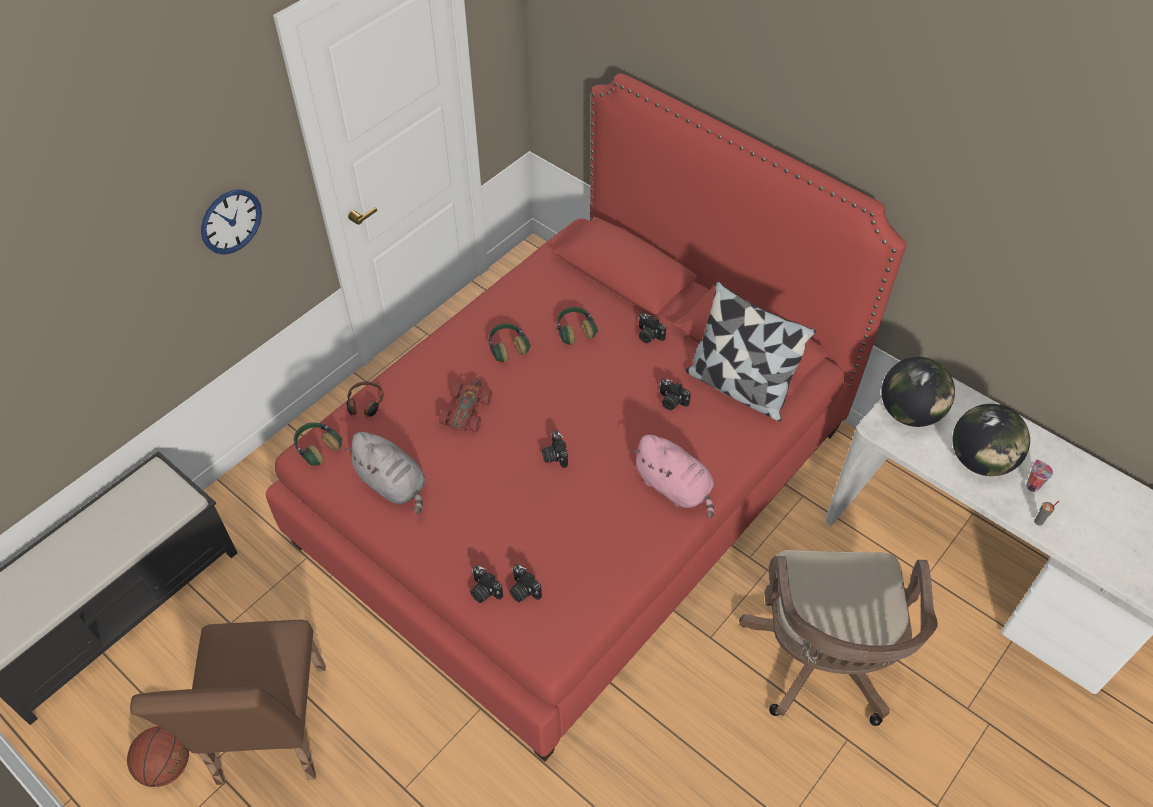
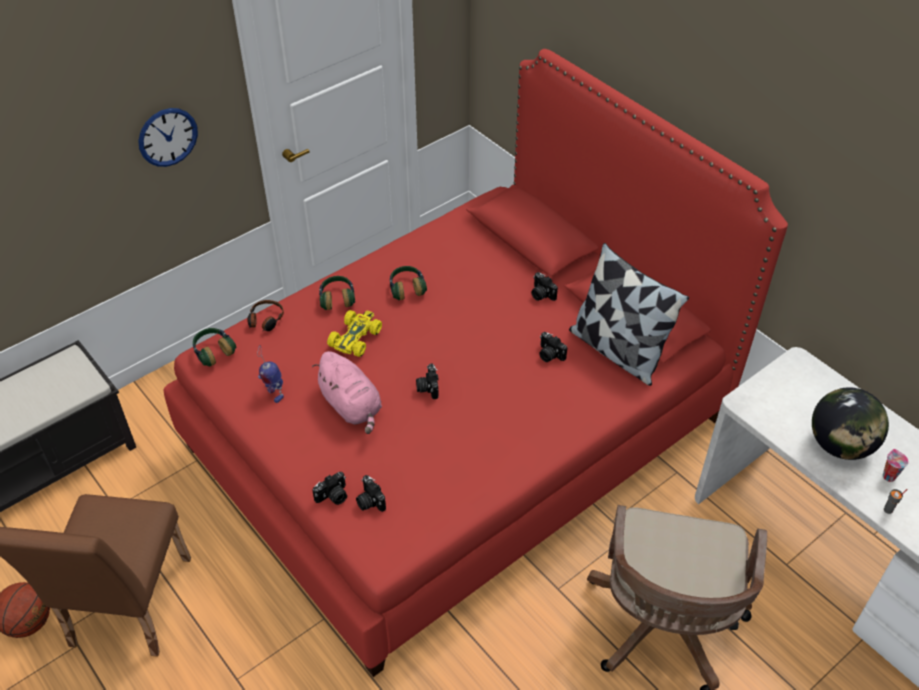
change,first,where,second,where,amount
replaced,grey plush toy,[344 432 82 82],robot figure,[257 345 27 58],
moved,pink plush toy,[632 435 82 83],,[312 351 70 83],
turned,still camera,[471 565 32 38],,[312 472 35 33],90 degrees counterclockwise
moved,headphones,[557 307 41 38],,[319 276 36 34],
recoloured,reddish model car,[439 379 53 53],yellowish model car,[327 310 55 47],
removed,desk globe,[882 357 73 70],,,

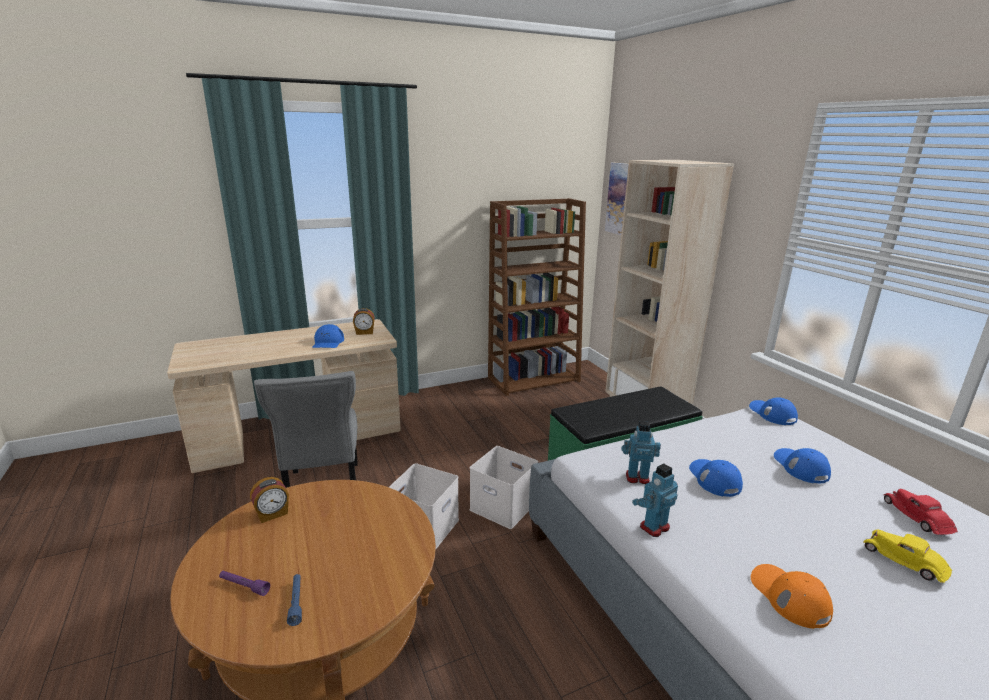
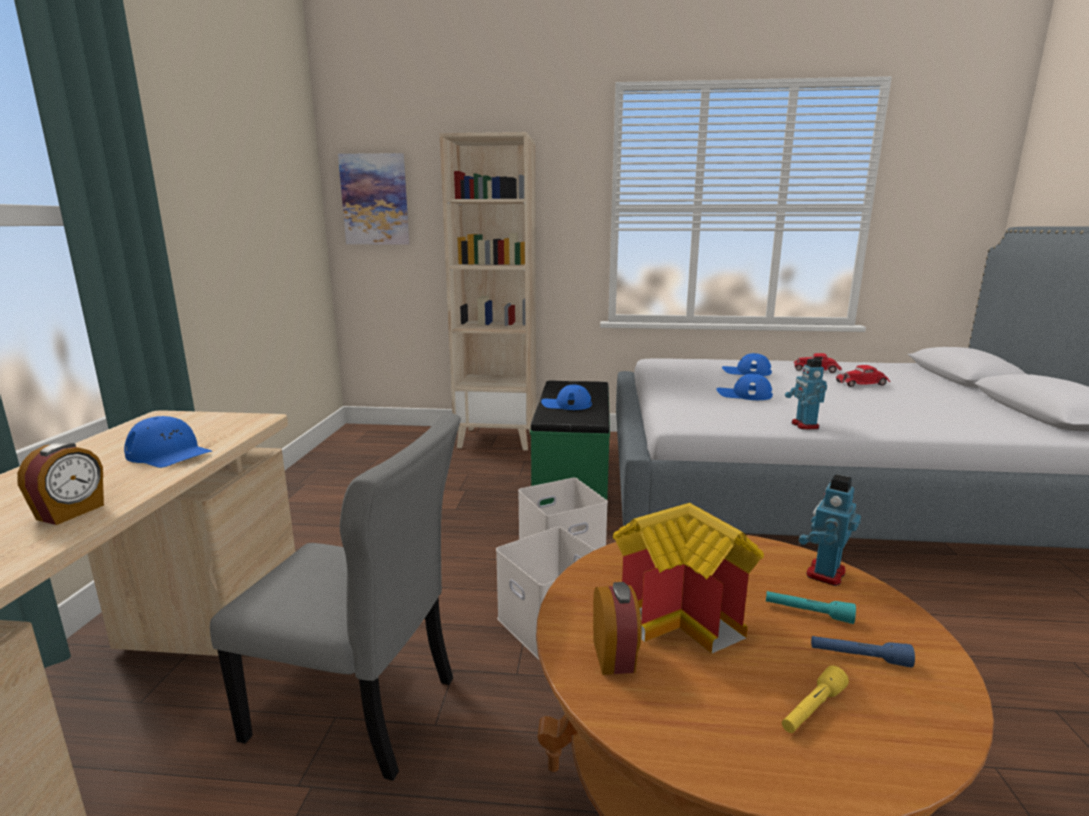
change,first,where,second,where,amount
moved,alarm clock,[353 308 22 27],,[17 442 87 83],
moved,blue-coloured cap,[749 397 49 28],,[541 385 51 25],
added,,,model house,[613 503 151 151],
added,,,turquoise torch,[766 591 90 33],
recoloured,purplish torch,[219 571 51 25],yellowish torch,[782 665 67 68],
moved,robot figure,[622 421 39 63],,[798 474 63 112],
recoloured,yellowish model car,[863 529 89 54],reddish model car,[836 365 54 22],
removed,brownish bookshelf,[488 198 98 198],,,
removed,orange cap,[751 564 82 65],,,

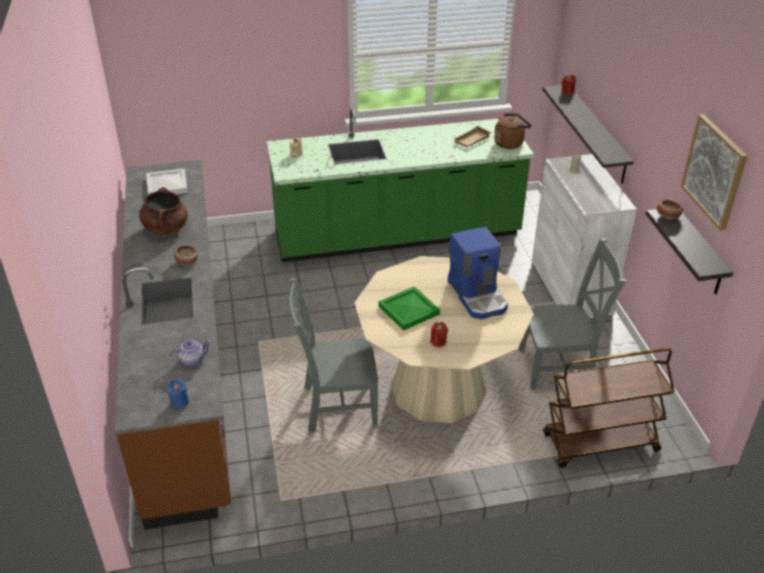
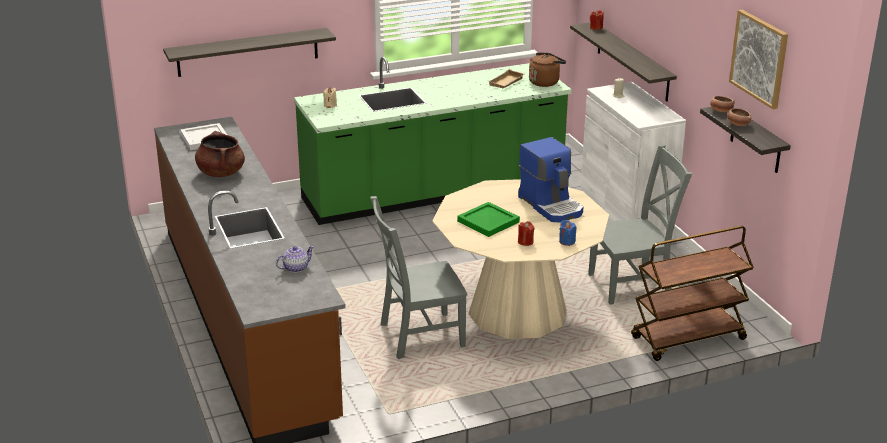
change,first,where,second,where,amount
added,,,bracket shelf,[163 28 173 49],
moved,blue-coloured wax light,[167 379 22 30],,[559 220 17 26],
moved,serving bowl,[174 245 24 20],,[727 108 24 18],

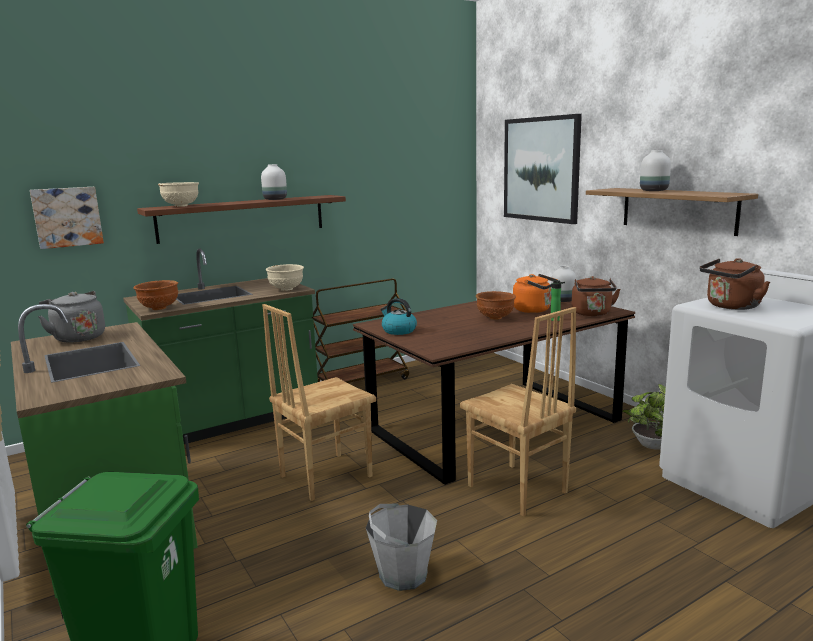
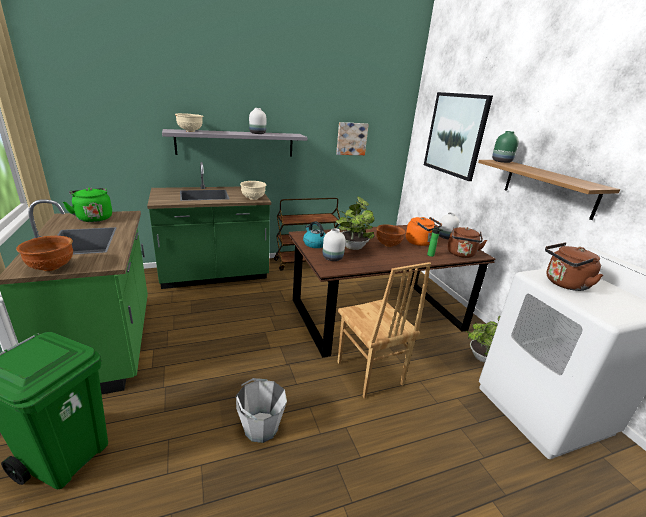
change,first,where,second,where,amount
moved,brownish serving bowl,[133 280 45 30],,[16 236 57 35],
recoloured,grey kettle,[38 291 67 52],green-coloured kettle,[63 188 49 34],
recoloured,brownish bracket shelf,[137 195 209 49],grey bracket shelf,[162 129 145 27],
moved,white flower vase,[640 150 31 41],,[323 228 22 33],
moved,wall picture,[30 187 74 62],,[336 122 33 33],
added,,,plant in a pot,[336 197 39 53],
added,,,green-coloured flower vase,[492 131 27 32],
removed,brownish upright chair,[262 304 114 197],,,

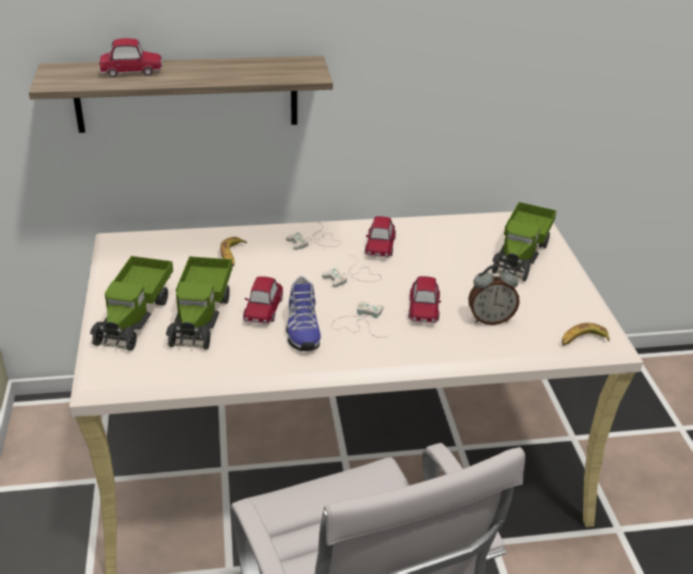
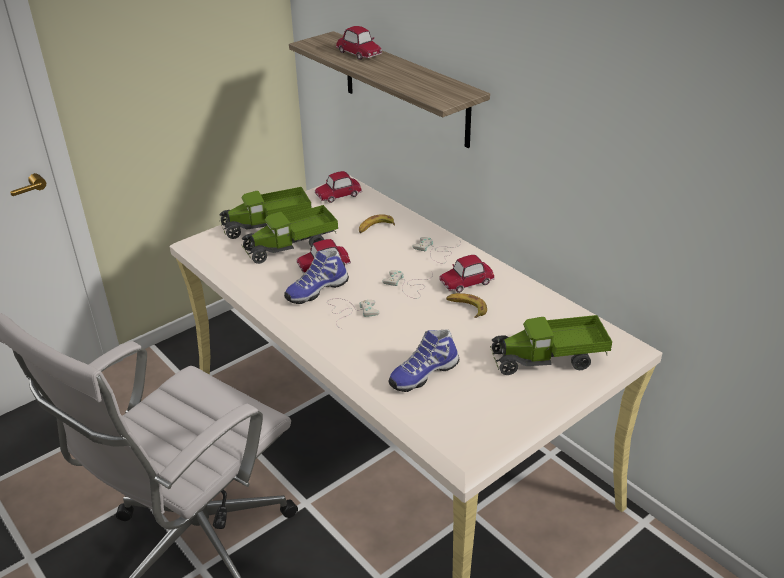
change,first,where,second,where,amount
moved,model car,[408 276 33 48],,[315 171 47 32],
replaced,alarm clock,[468 264 51 61],low shoe,[389 329 70 63],
moved,banana,[562 323 48 23],,[446 293 41 25],

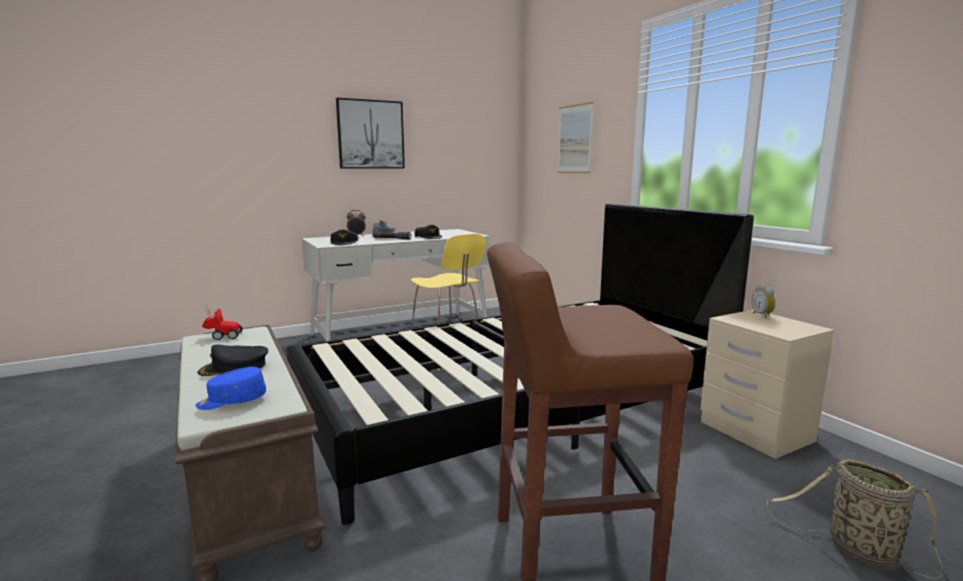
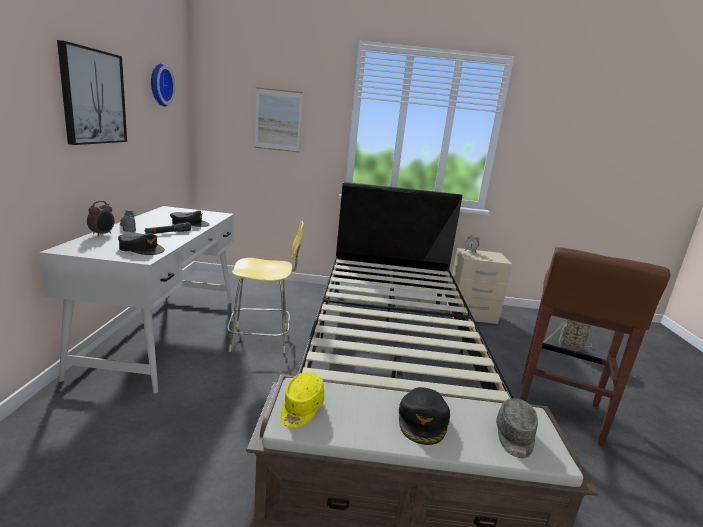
change,first,where,second,where,amount
added,,,clock on the wall,[151 63 24 44],
replaced,model car,[202 307 40 33],yellowish cap,[281 372 43 56],
recoloured,blue-coloured cap,[195 367 71 43],grey cap,[496 398 42 60],

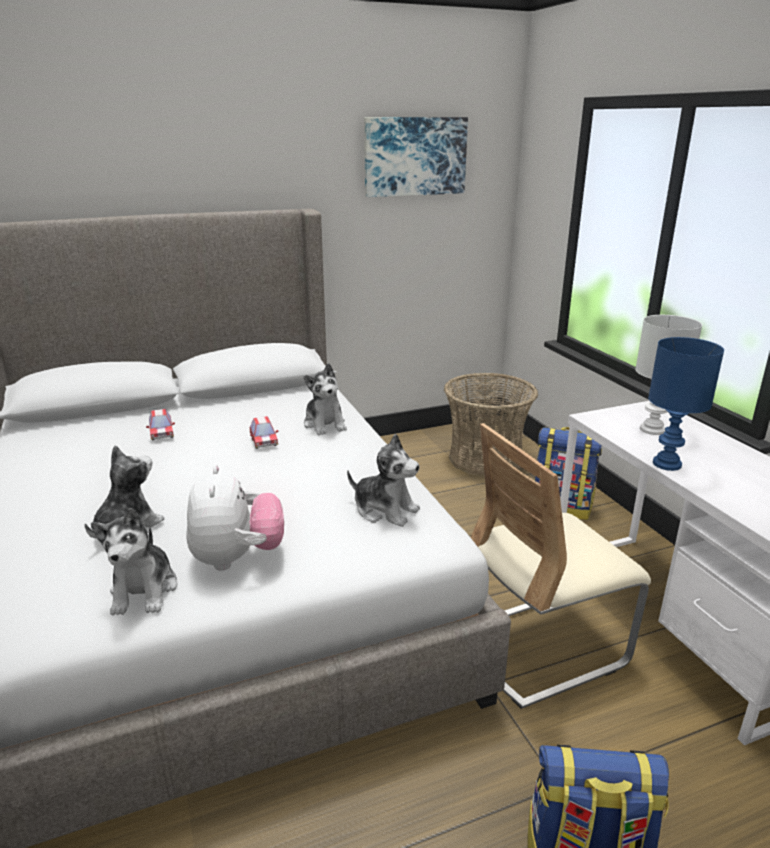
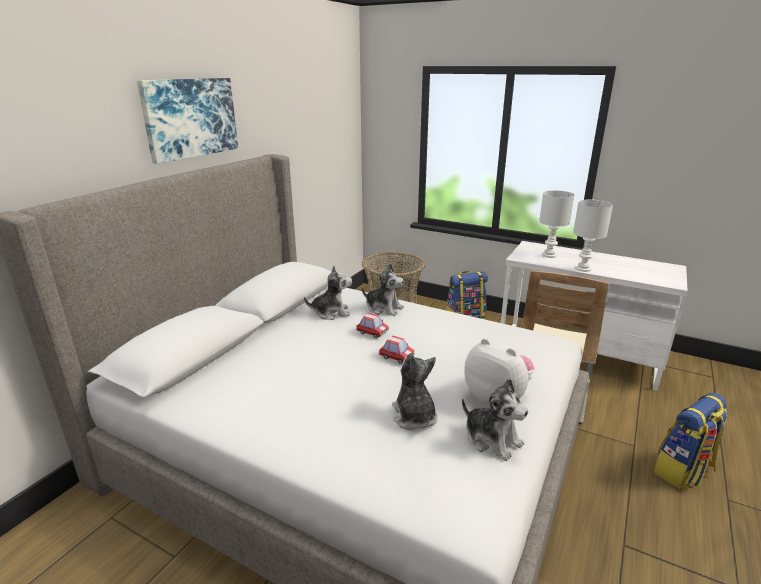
change,first,where,second,where,amount
moved,wall picture,[364 117 104 80],,[137 78 101 86],
moved,plush toy,[347 434 73 93],,[304 266 48 54],
moved,model car,[146 409 29 31],,[379 335 35 29],
recoloured,blue-coloured lamp for a table,[648 337 76 134],white lamp for a table,[573 199 40 73],

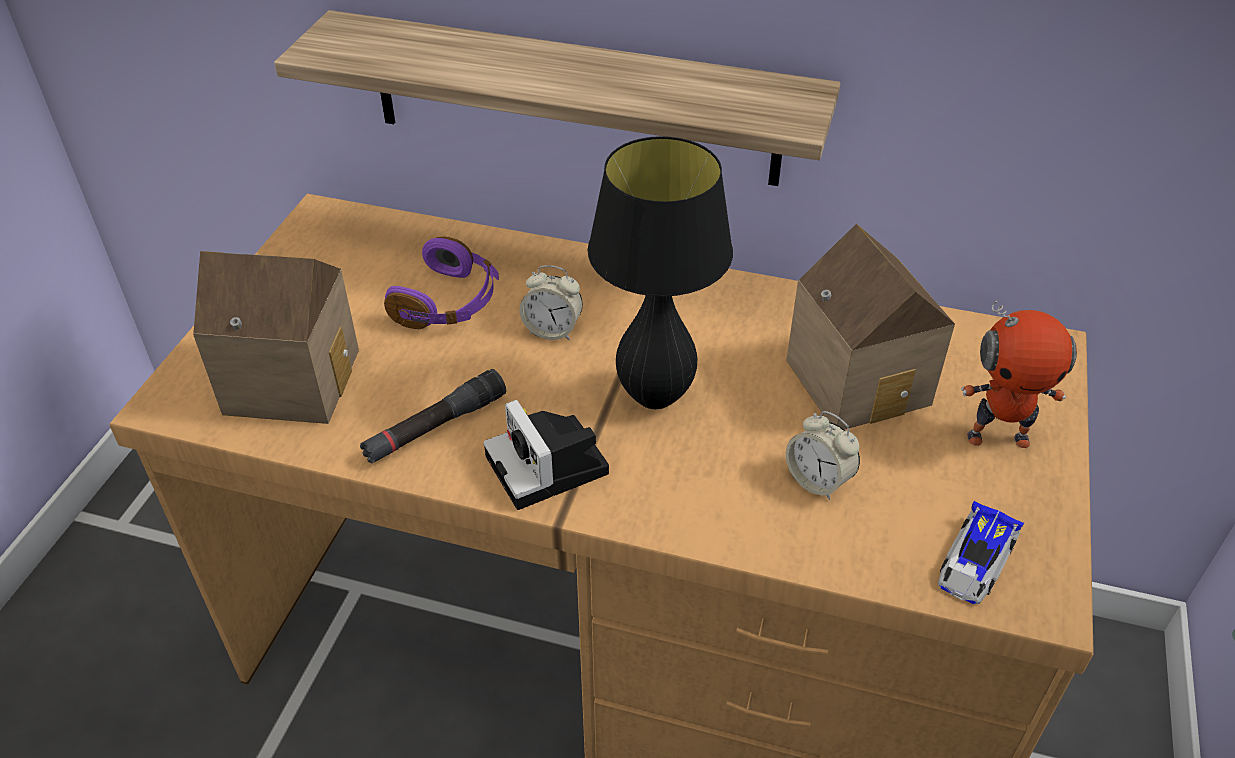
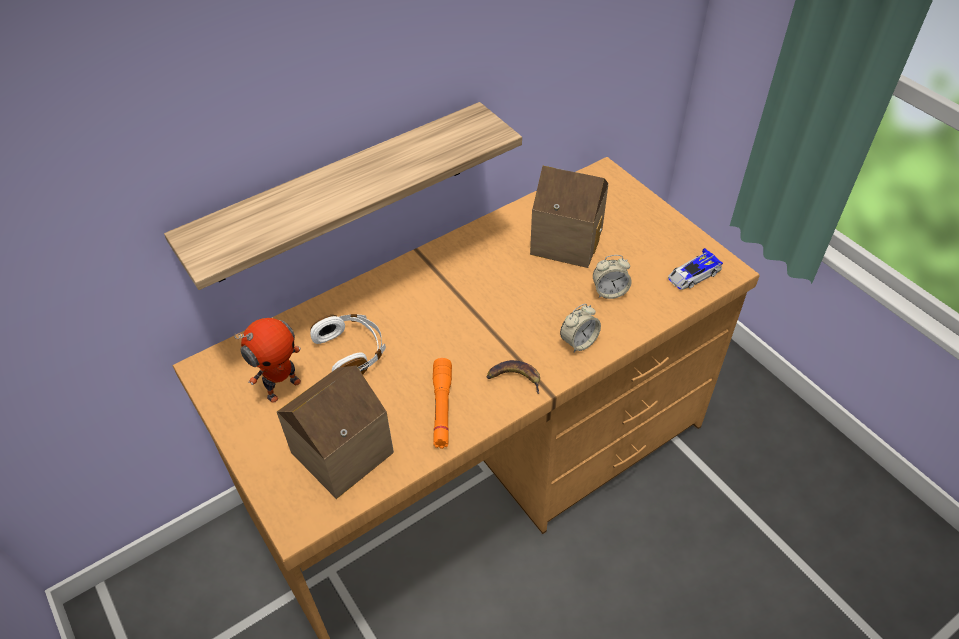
change,first,where,second,where,amount
moved,robot figure,[961 301 116 147],,[234 318 67 85],
recoloured,purplish headphones,[384 236 115 93],white headphones,[310 314 76 61],
recoloured,blackish torch,[360 369 146 95],orange torch,[433 358 19 91],
replaced,still camera,[484 400 125 110],banana,[487 360 53 34],
moved,alarm clock,[519 265 64 75],,[560 304 41 48],
turned,model car,[938 501 86 103],,[668 248 55 42],75 degrees clockwise
removed,blackish lamp for a table,[588 136 145 273],,,

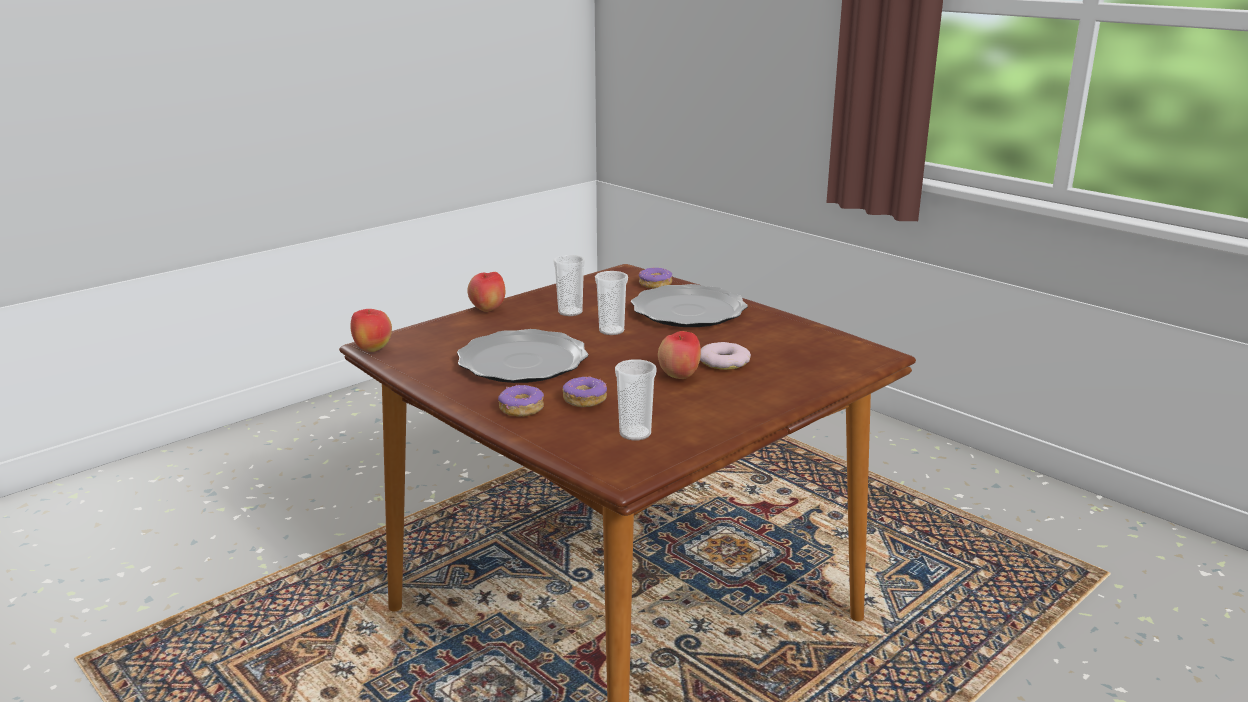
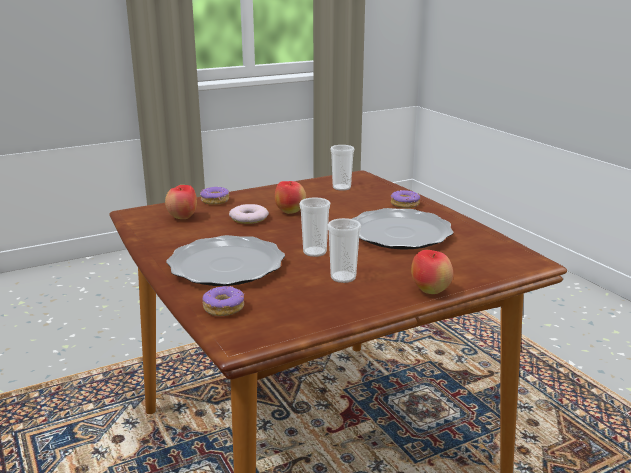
change,first,where,second,where,amount
moved,apple fruit,[350 309 42 43],,[165 185 32 34],
moved,doughnut,[563 376 44 31],,[200 187 29 18],

